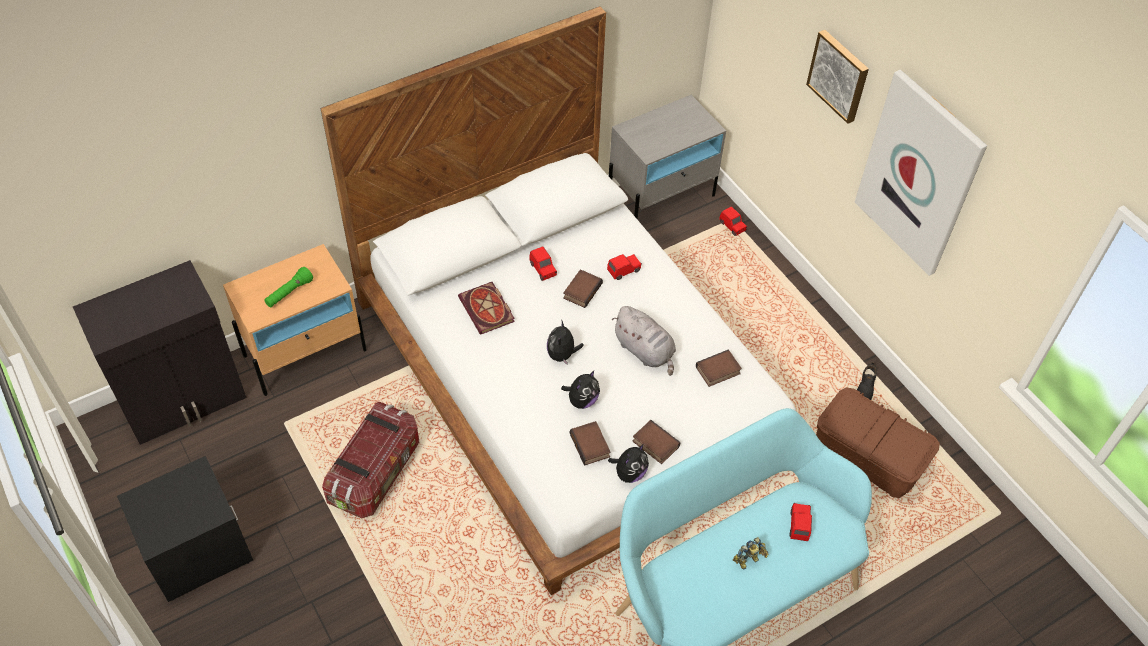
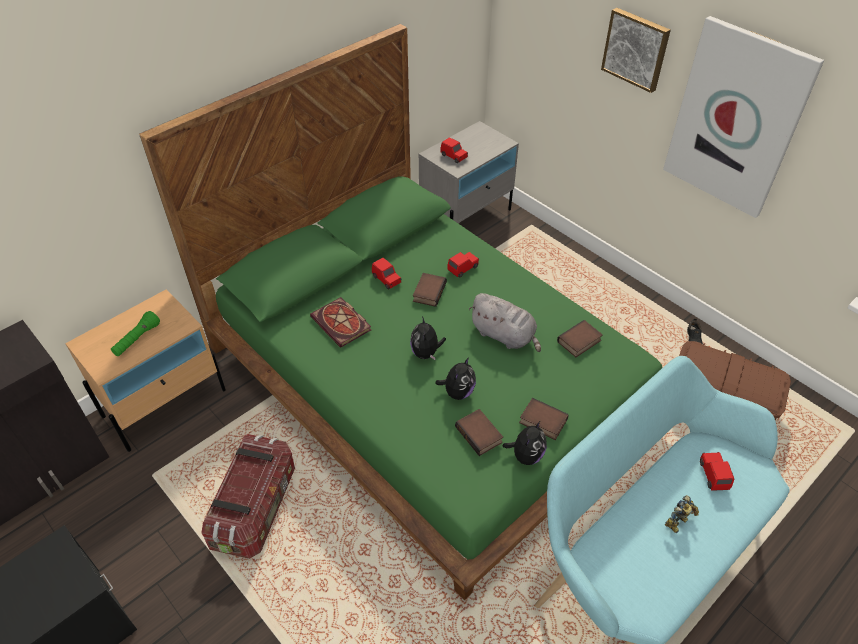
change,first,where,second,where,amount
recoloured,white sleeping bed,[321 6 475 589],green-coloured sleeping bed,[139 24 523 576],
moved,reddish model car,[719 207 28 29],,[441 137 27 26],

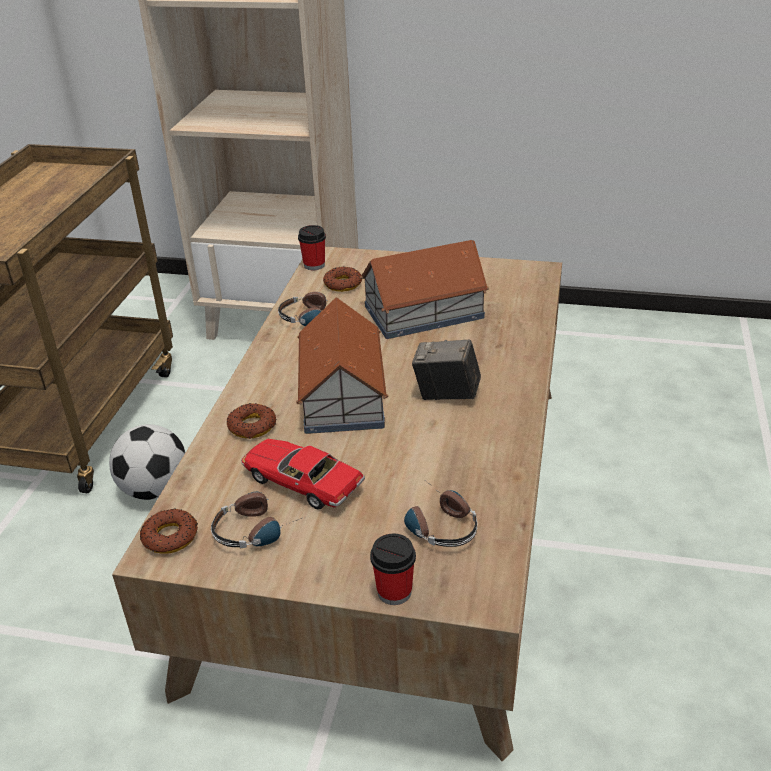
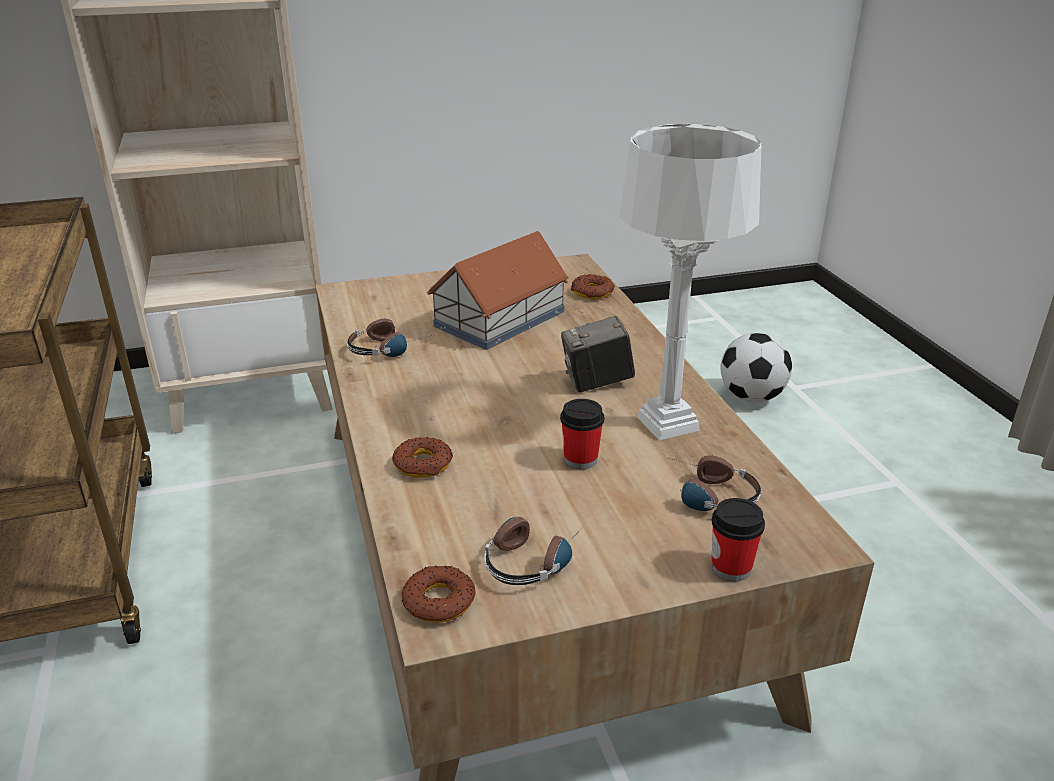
change,first,where,second,where,amount
moved,cup,[298 225 28 45],,[560 399 44 70],
moved,doughnut,[323 267 39 25],,[571 274 43 25],
added,,,white lamp for a table,[619 124 142 316],
moved,ball for football,[109 424 77 76],,[720 333 72 69],
removed,model car,[241 439 124 71],,,
removed,model house,[296 297 92 137],,,

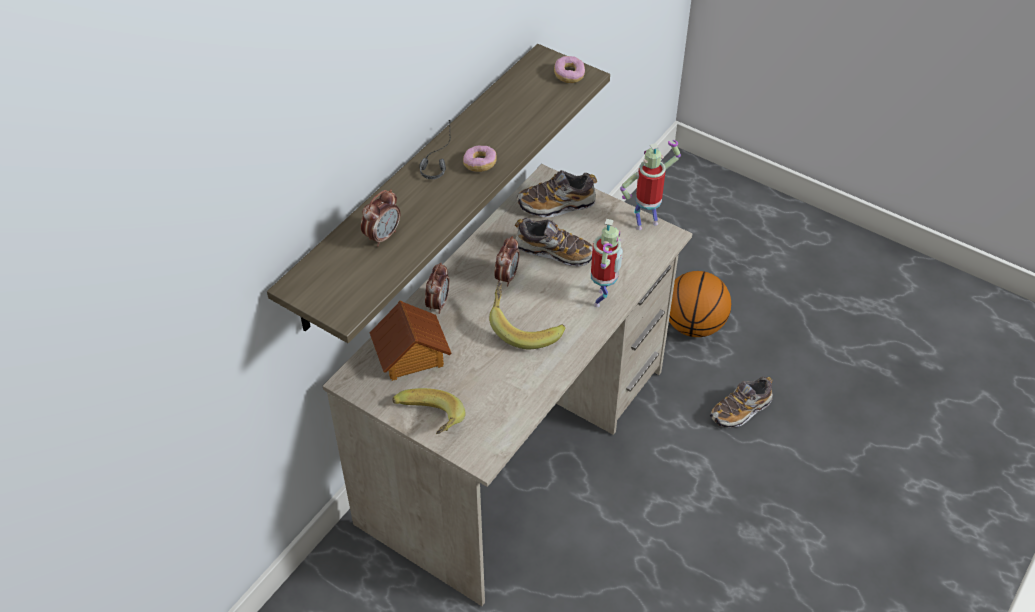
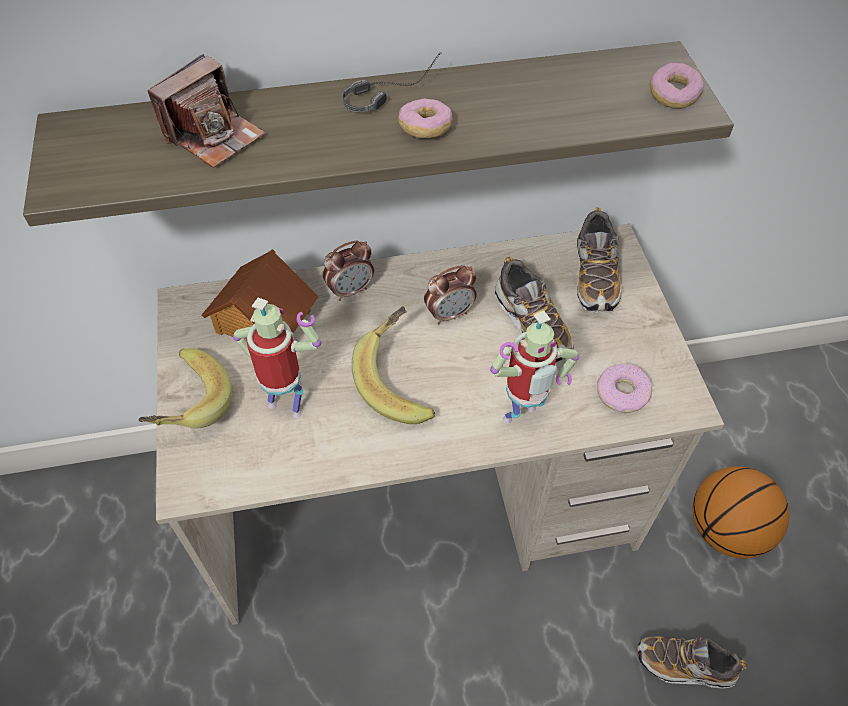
change,first,where,second,where,amount
replaced,alarm clock,[361 189 39 58],still camera,[148 54 117 114],
moved,robot figure,[620 140 61 90],,[233 298 88 120],
turned,low shoe,[517 170 80 47],,[577 208 45 105],120 degrees counterclockwise
added,,,doughnut,[597 364 55 49],

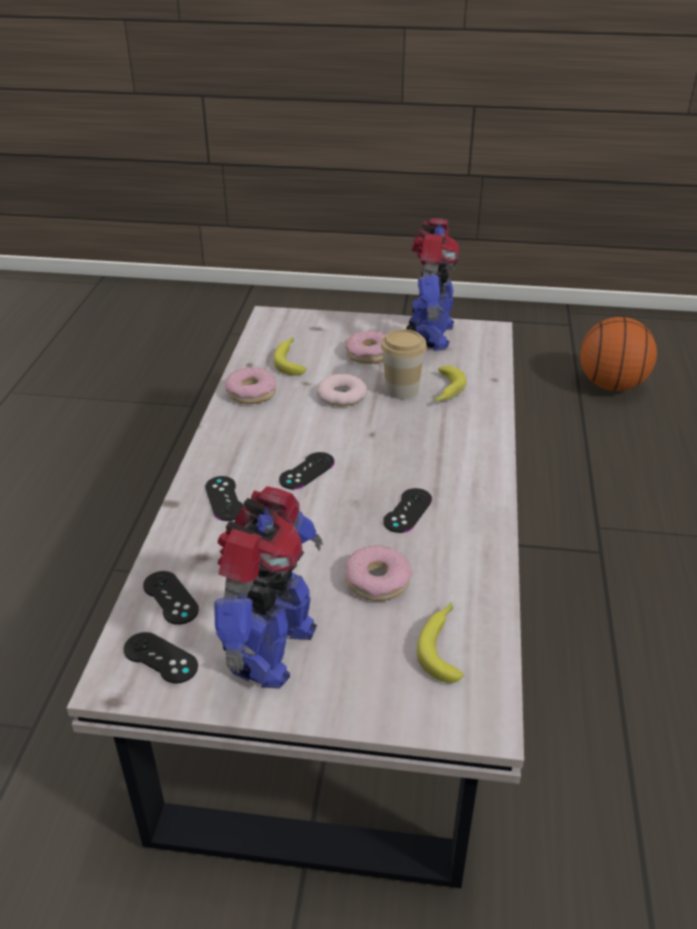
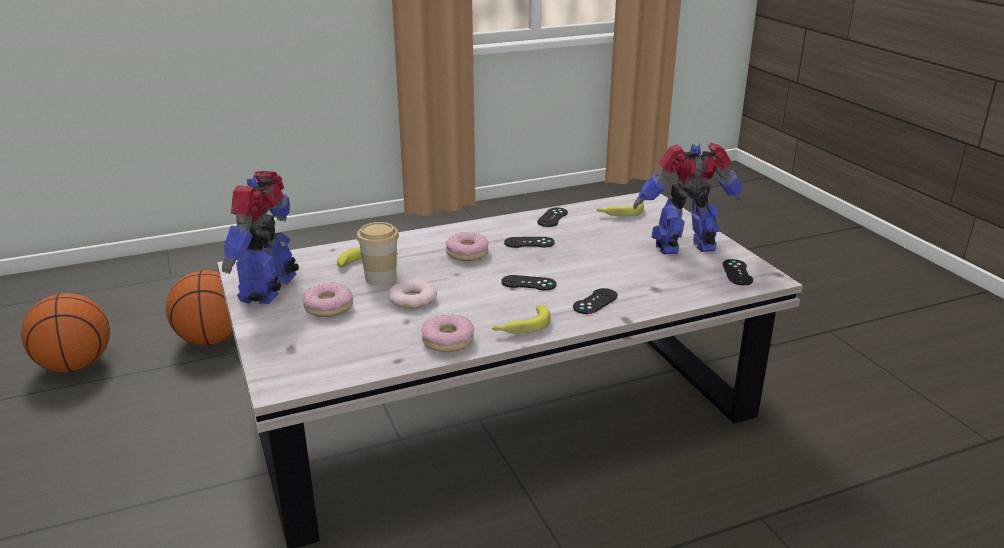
change,first,where,second,where,amount
added,,,ball for basketball,[166 270 67 75],
turned,robot figure,[406 218 54 133],,[222 171 77 133],60 degrees counterclockwise
moved,doughnut,[345 545 67 56],,[446 232 43 29],
moved,banana,[274 337 33 39],,[492 305 59 28],
moved,blackish game controller,[143 571 56 54],,[537 208 31 19],

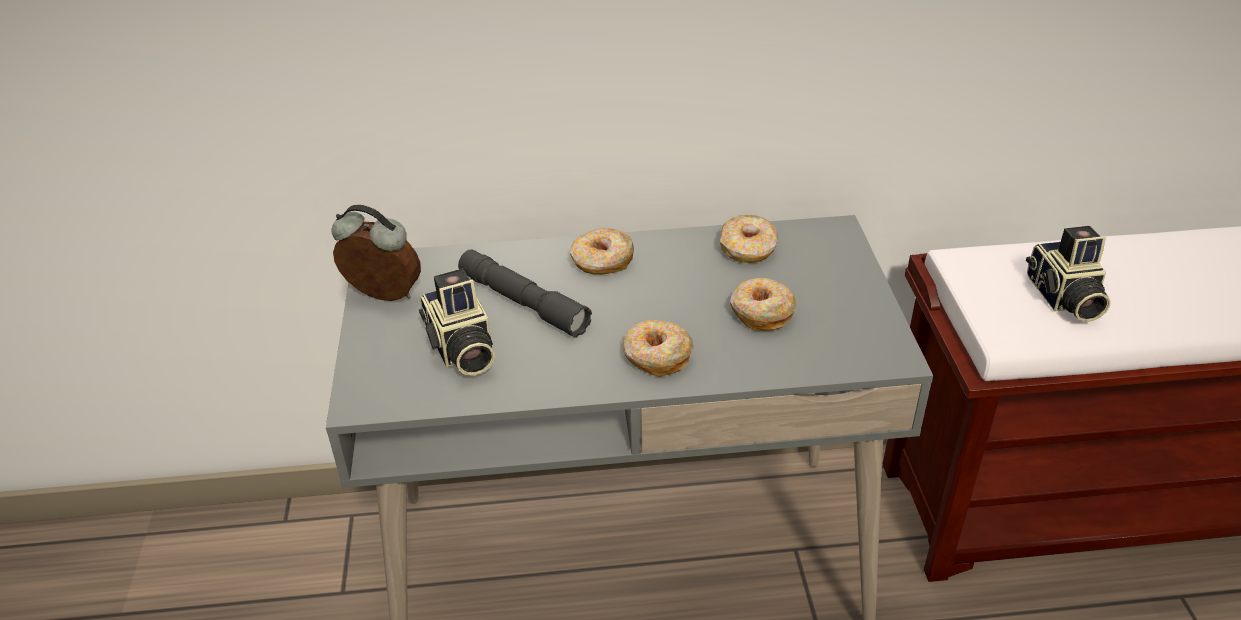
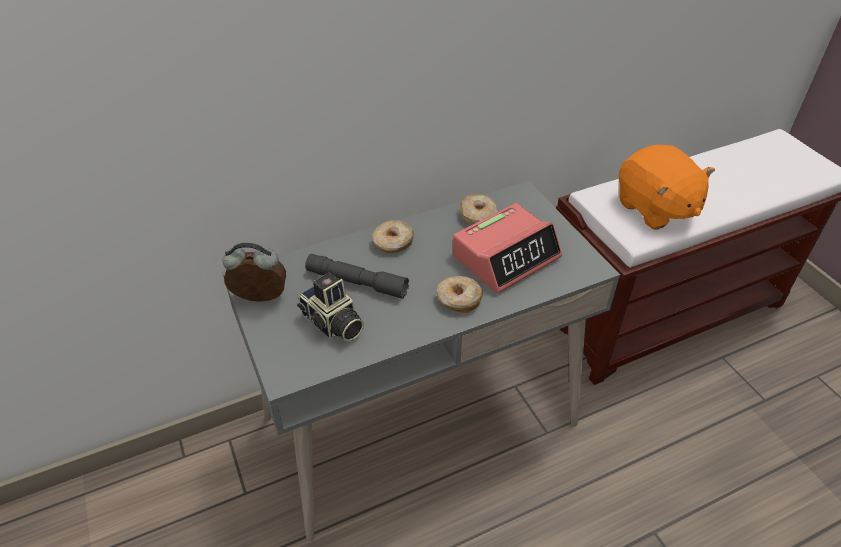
change,first,where,second,where,amount
replaced,doughnut,[730 278 66 53],alarm clock,[452 203 110 90],
replaced,still camera,[1026 226 85 96],orange plush toy,[619 145 96 85],

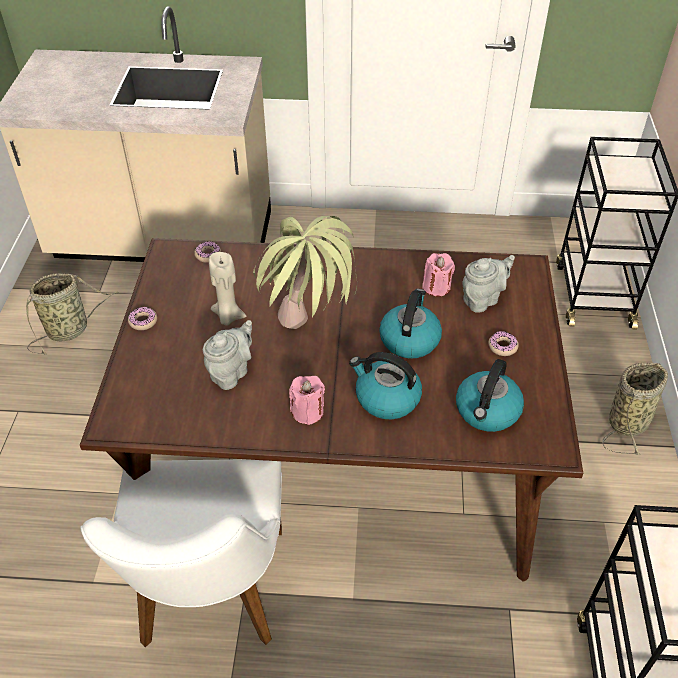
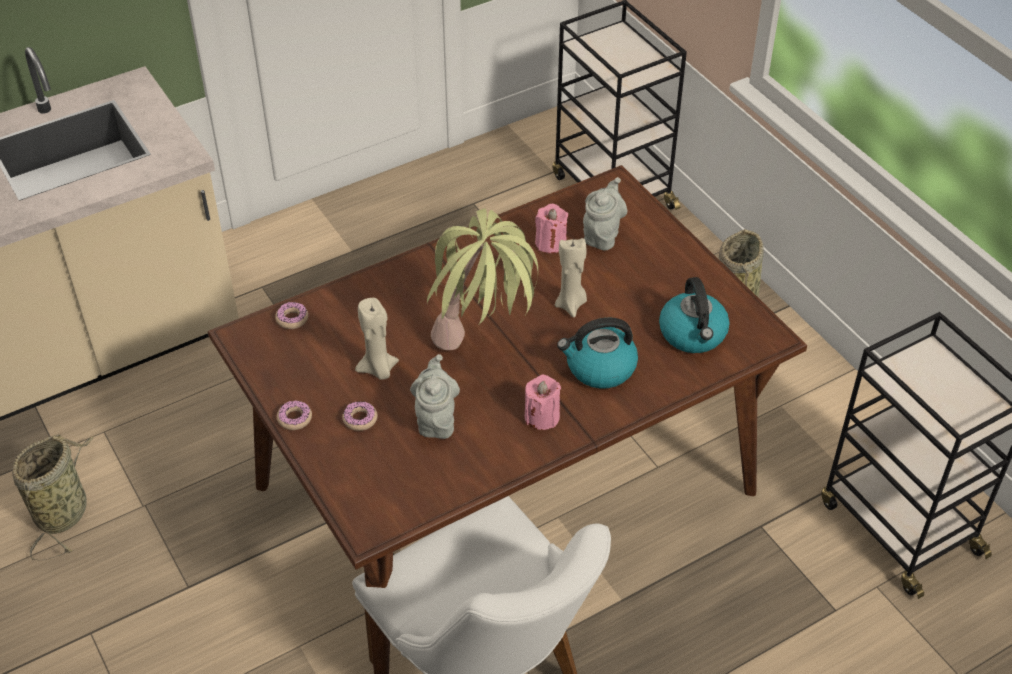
change,first,where,second,where,amount
moved,doughnut,[488 331 31 25],,[342 401 36 30],
replaced,kettle,[379 289 63 70],sand-coloured wax light,[555 238 32 79],

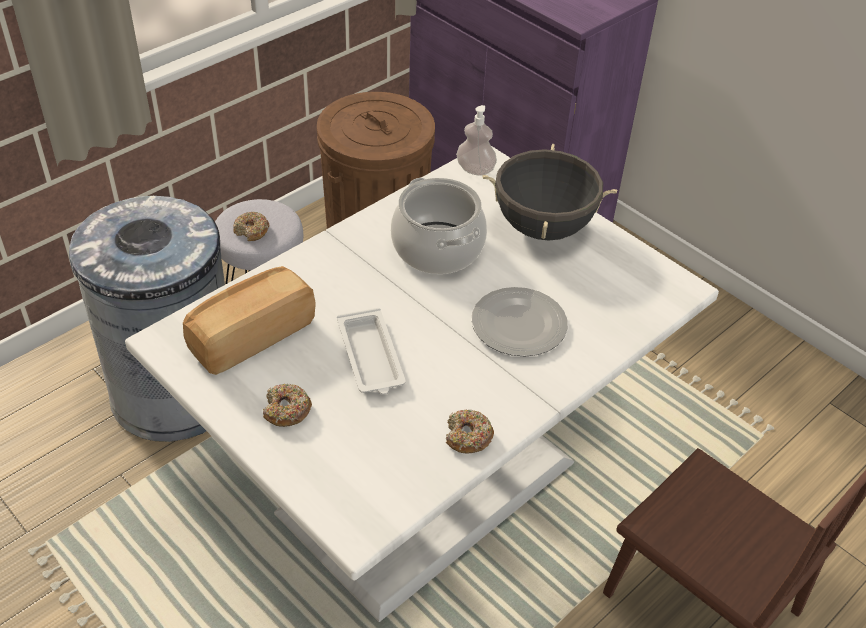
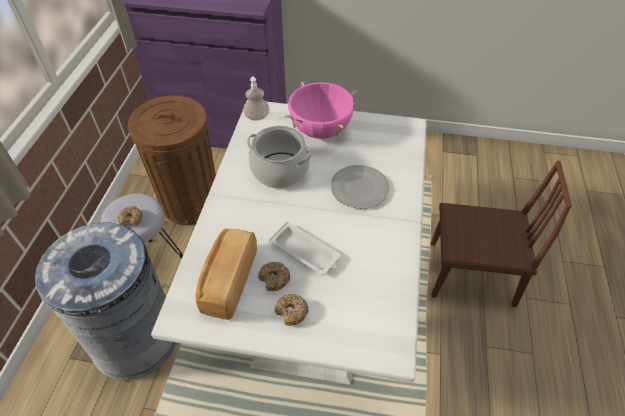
change,first,where,second,where,amount
moved,doughnut,[446 409 48 45],,[258 262 32 29],
recoloured,blackish cooking pot,[483 144 134 97],pink cooking pot,[284 81 73 58],

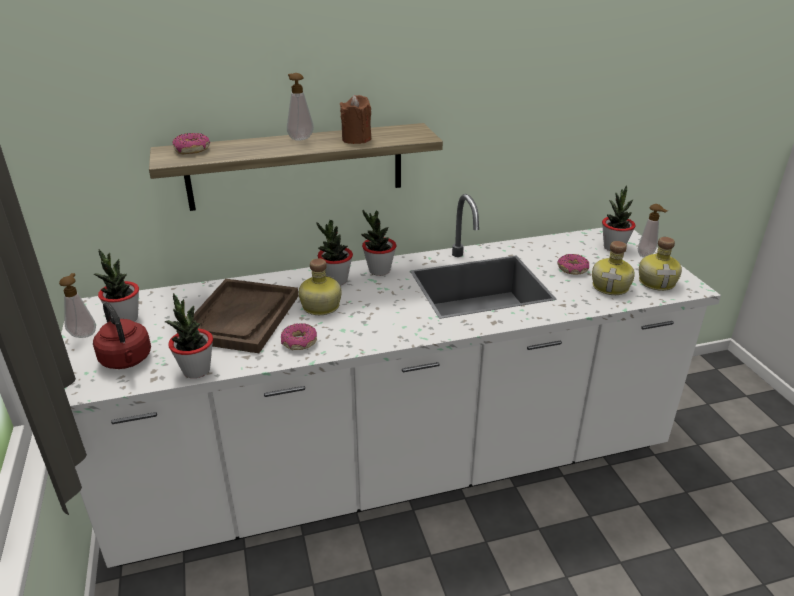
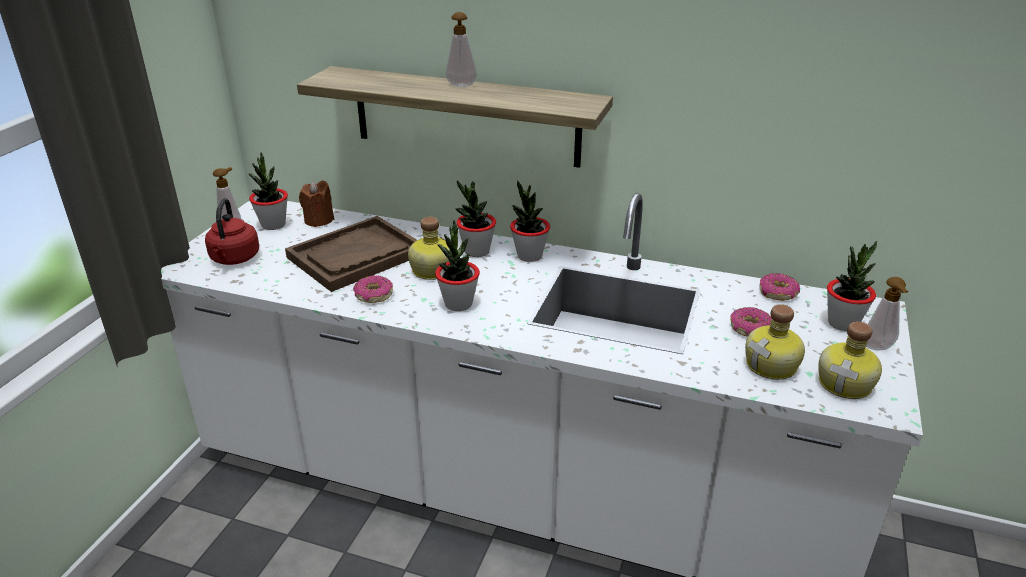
change,first,where,second,where,amount
moved,brownish wax light,[340 95 32 49],,[299 181 35 46],
moved,plant in a pot,[165 293 48 85],,[435 220 45 91],
moved,doughnut,[172 133 38 21],,[760 273 40 28],

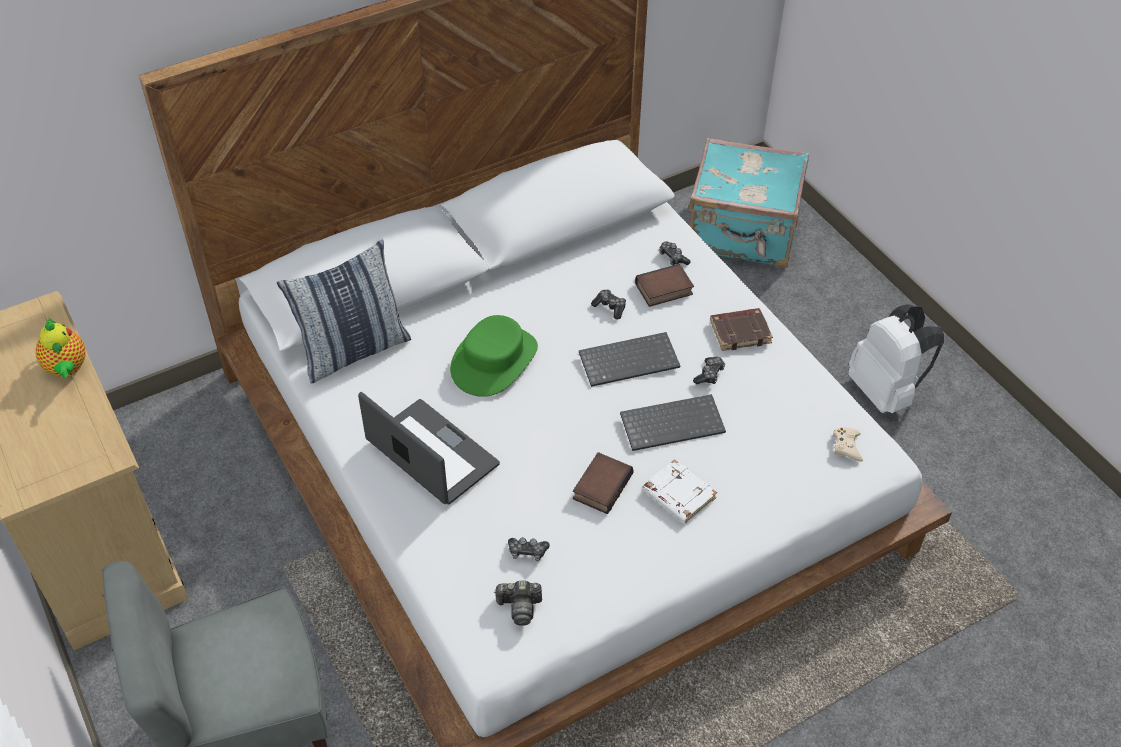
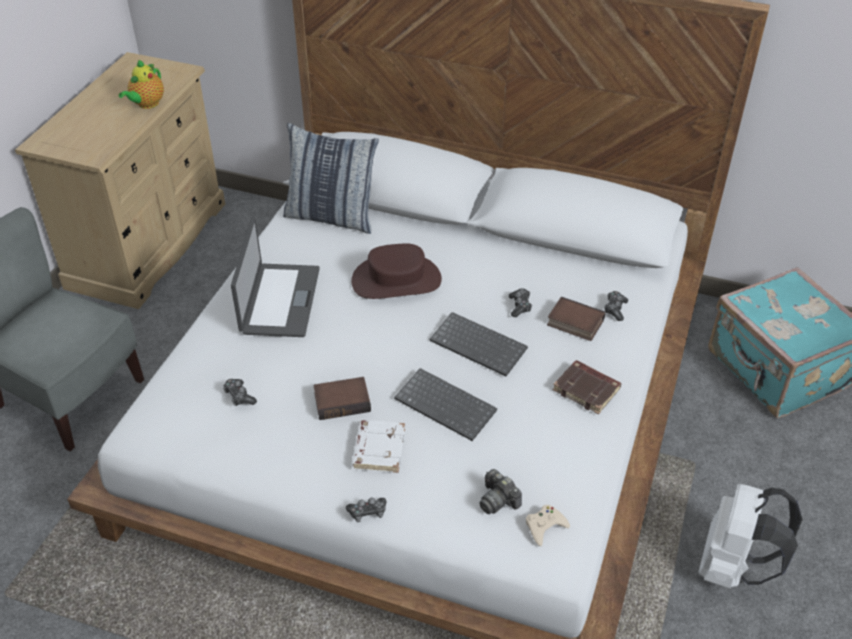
change,first,where,second,where,amount
moved,game controller,[693 357 32 27],,[346 497 41 25],
recoloured,green-coloured clothing hat,[450 315 88 82],brownish clothing hat,[351 243 91 56],
moved,still camera,[494 581 48 44],,[479 469 43 45],

